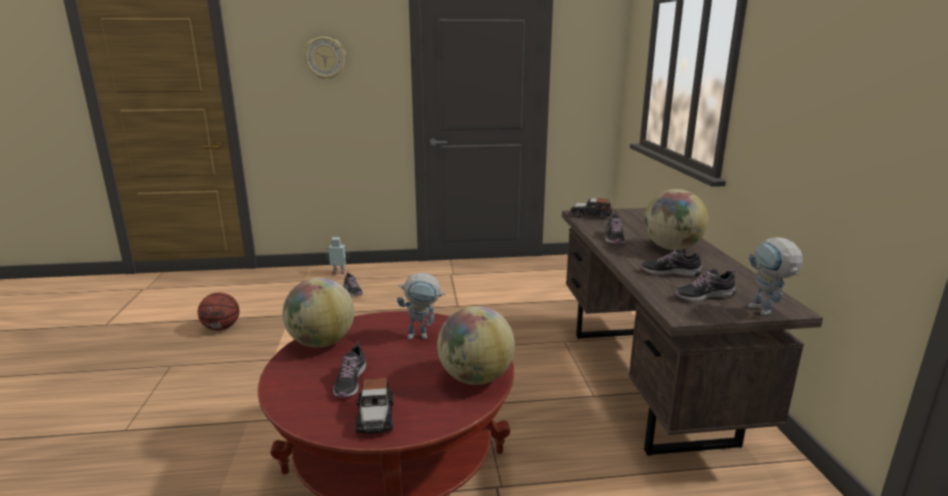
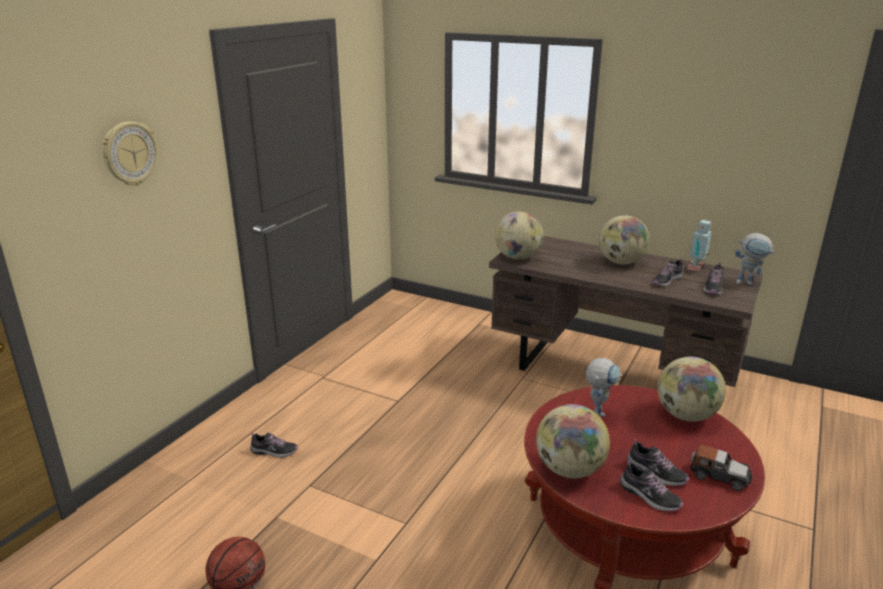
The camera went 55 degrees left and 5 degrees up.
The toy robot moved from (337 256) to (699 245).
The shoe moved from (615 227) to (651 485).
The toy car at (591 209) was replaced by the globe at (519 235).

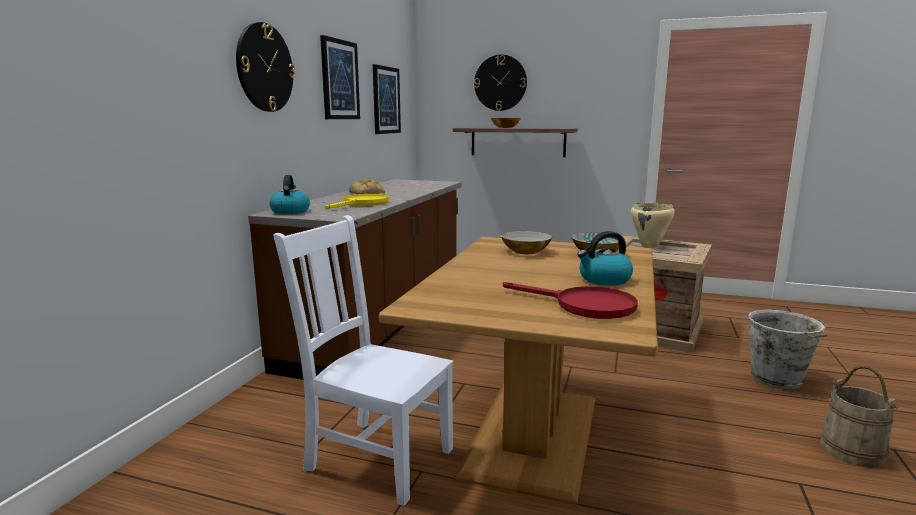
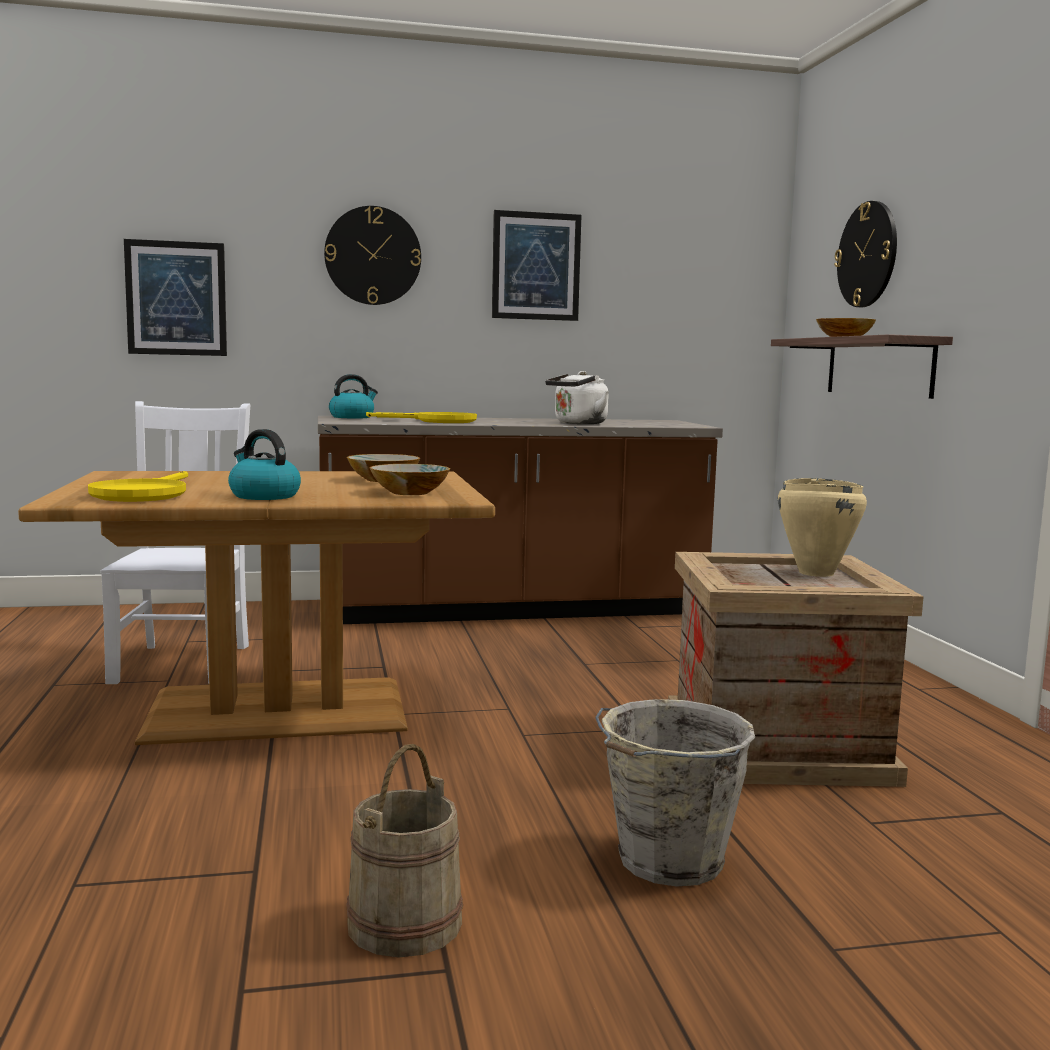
The camera went 60 degrees right and 5 degrees down.
The bread at (367 186) disappeared.
The white kettle at (577 397) appeared.
The picture moved from (387 99) to (175 297).
The red frying pan at (570 300) became the yellow frying pan at (138 486).

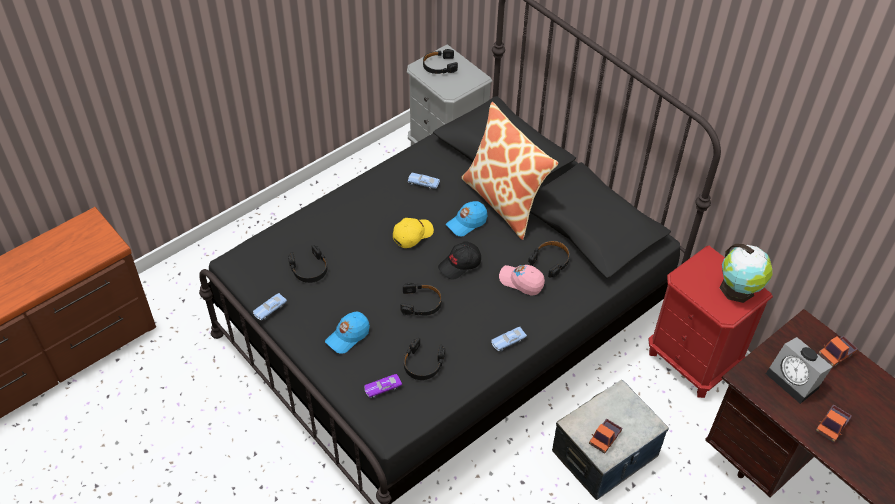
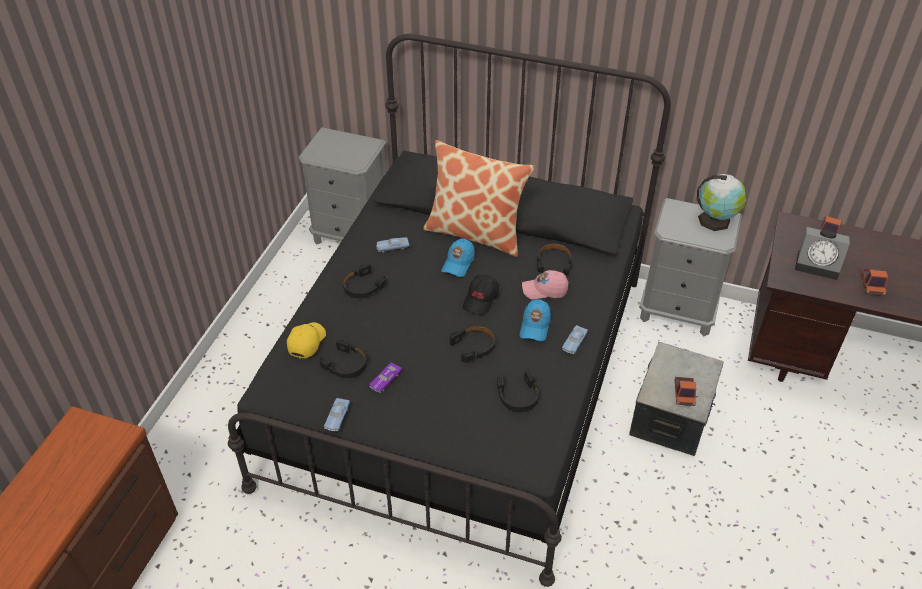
The camera went 30 degrees left and 5 degrees down.
The blue cap moved from (347 332) to (535 320).
The purple toy car moved from (383 386) to (385 377).
The yellow cap moved from (413 233) to (306 340).
The black headphones moved from (440 61) to (364 281).
The red nightstand at (710 322) became the grey nightstand at (690 267).

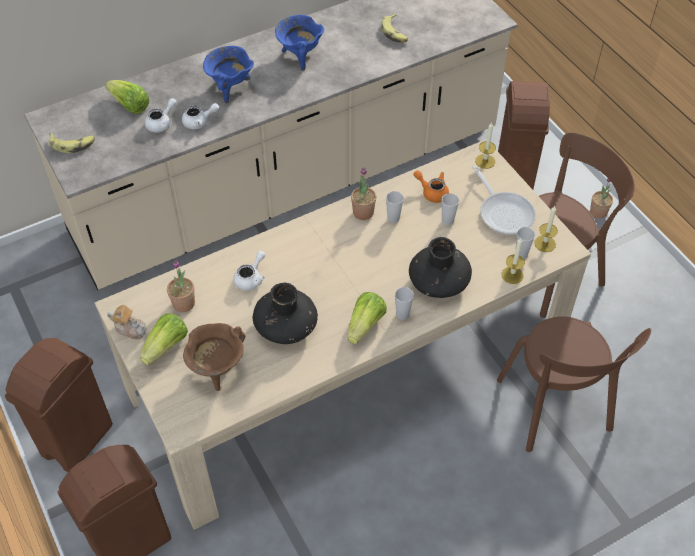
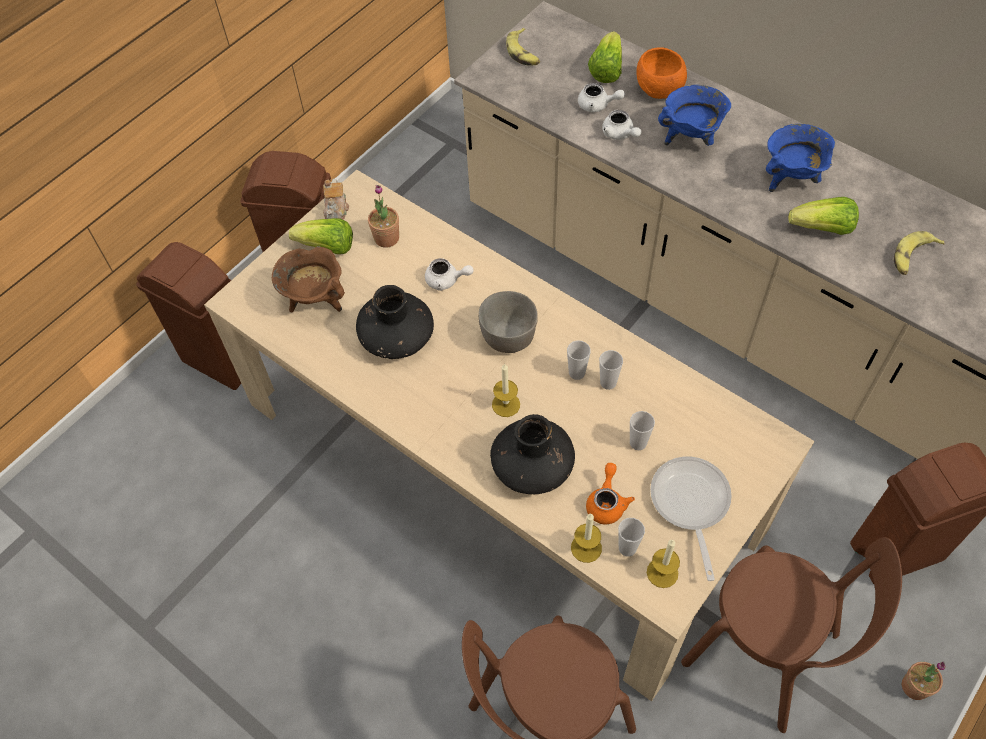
The camera went 70 degrees right and 5 degrees up.
The potted plant at (363 193) disappeared.
The grey bowl at (508 322) appeared.
The orange bowl at (661 73) appeared.
The lettuce moved from (367 318) to (823 216).
The cup moved from (404 303) to (579 360).
The orange teapot moved from (431 186) to (610 493).
The candle moved from (485 145) to (506 390).
The frying pan at (504 200) turned 135 degrees clockwise.

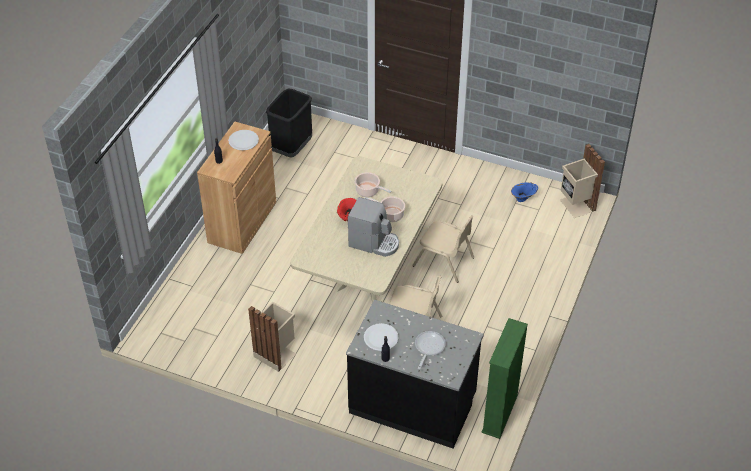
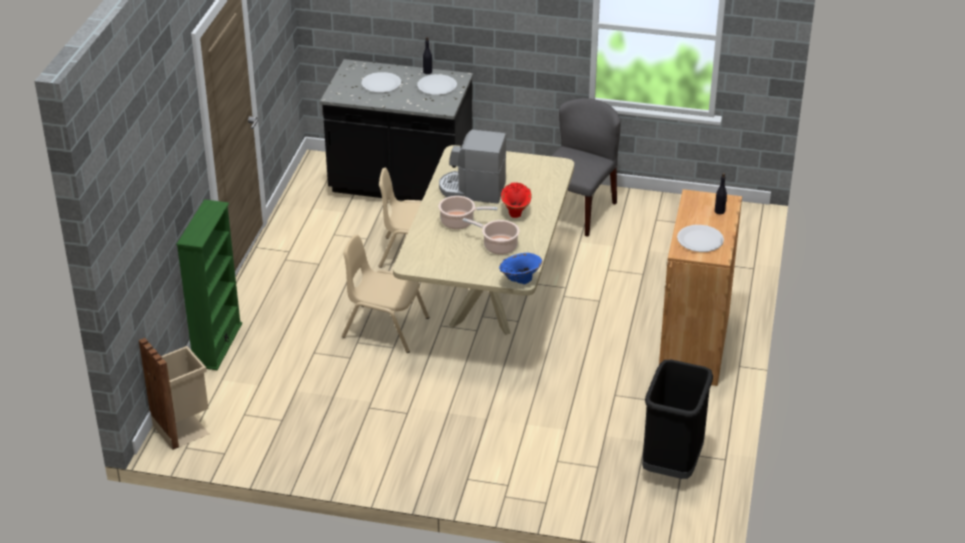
The camera went 170 degrees right and 10 degrees down.
The green bookcase moved from (504 378) to (209 284).
The blue vase moved from (524 192) to (520 268).
The beige trash can at (272 337) was replaced by the grey chair at (586 167).
The frying pan at (430 350) was replaced by the white plate at (381 82).

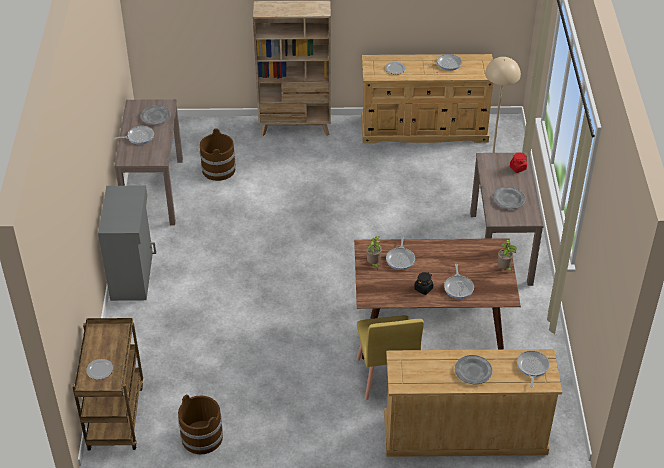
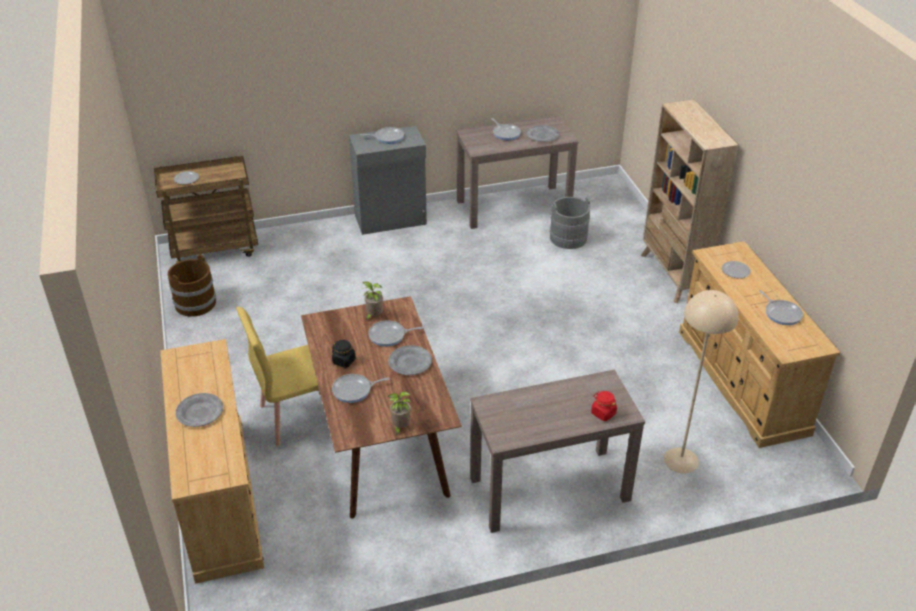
The camera went 75 degrees right and 5 degrees down.
The grey plate moved from (509 198) to (410 360).
The frying pan moved from (533 369) to (382 135).
The brown bucket at (218 154) became the grey bucket at (570 223).

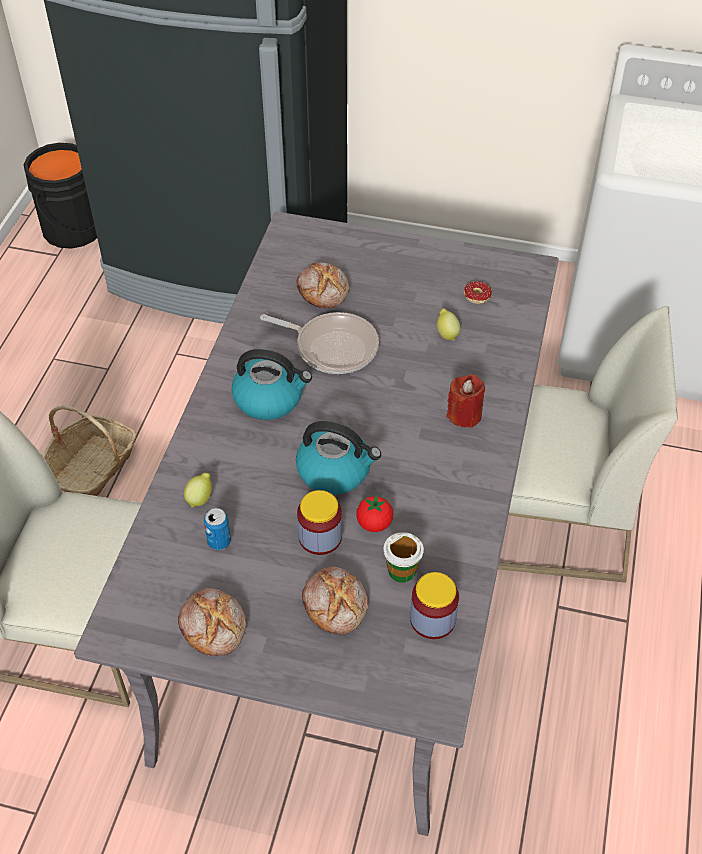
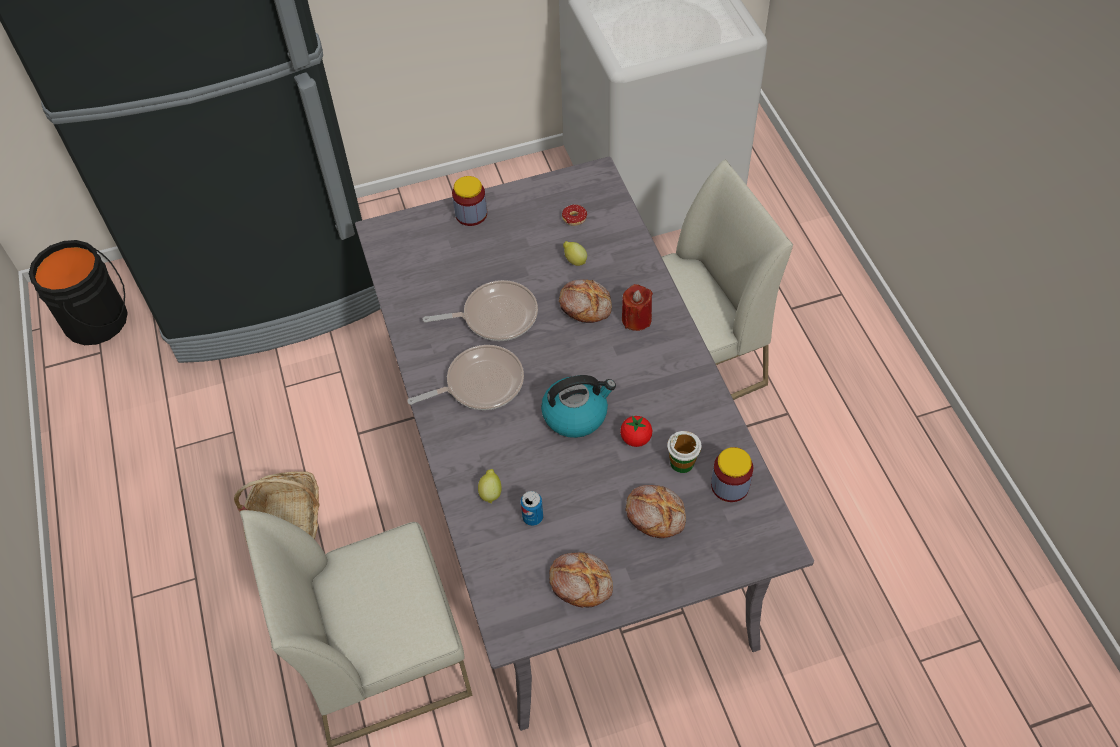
The camera went 30 degrees left and 5 degrees up.
The bread moved from (322 285) to (585 301).
The jar moved from (319 522) to (469 201).
The kettle at (271 384) was replaced by the frying pan at (465 377).

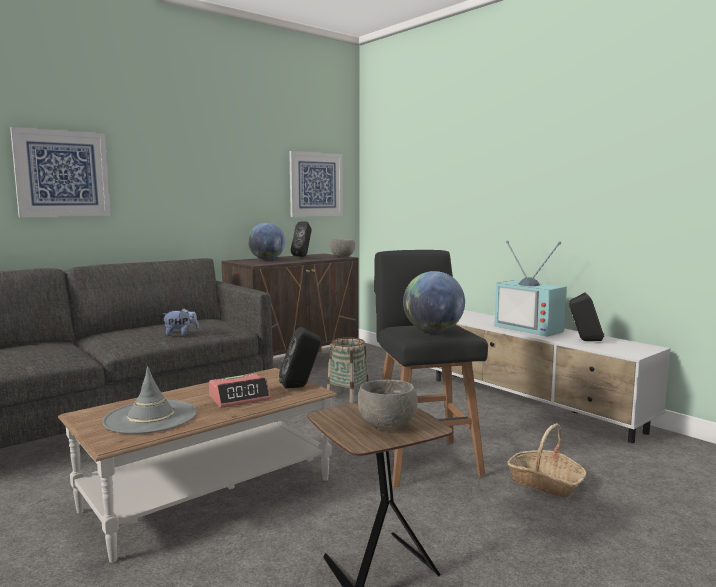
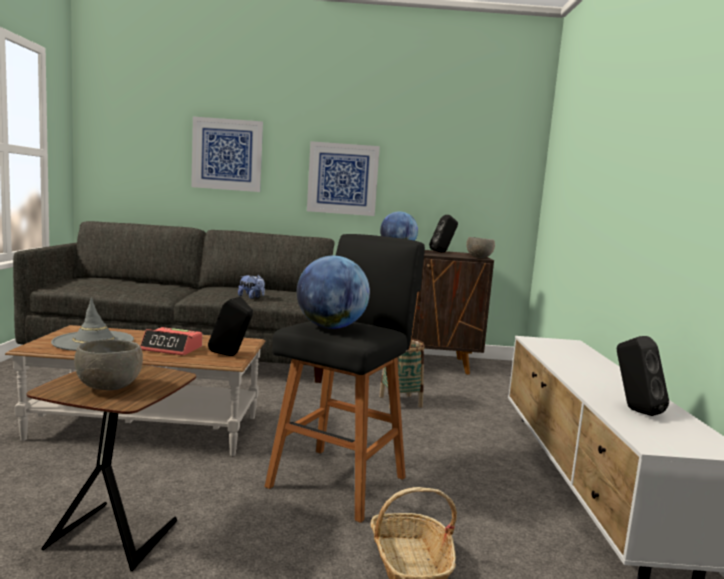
The camera went 40 degrees right and 0 degrees up.
The television at (530 289) disappeared.
The picture moved from (316 184) to (343 178).

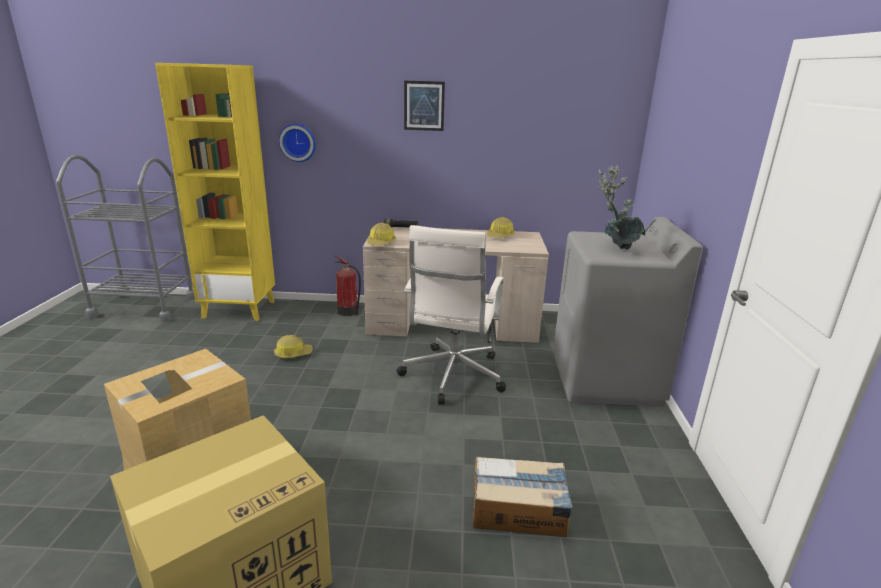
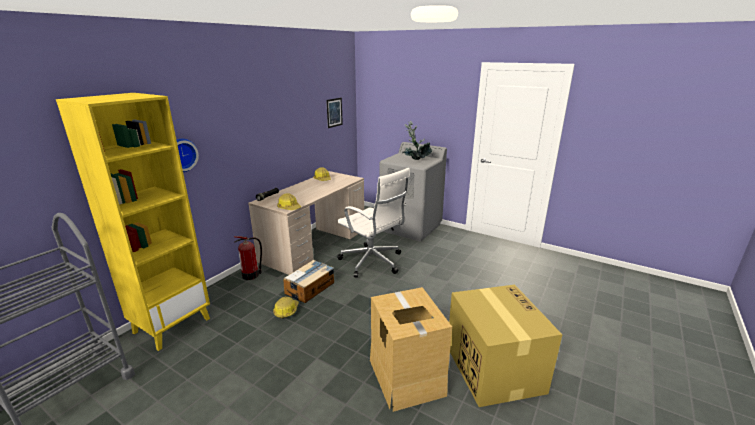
The camera went 60 degrees left and 0 degrees up.
The picture moved from (424 105) to (334 113).
The cardboard box moved from (522 497) to (308 281).

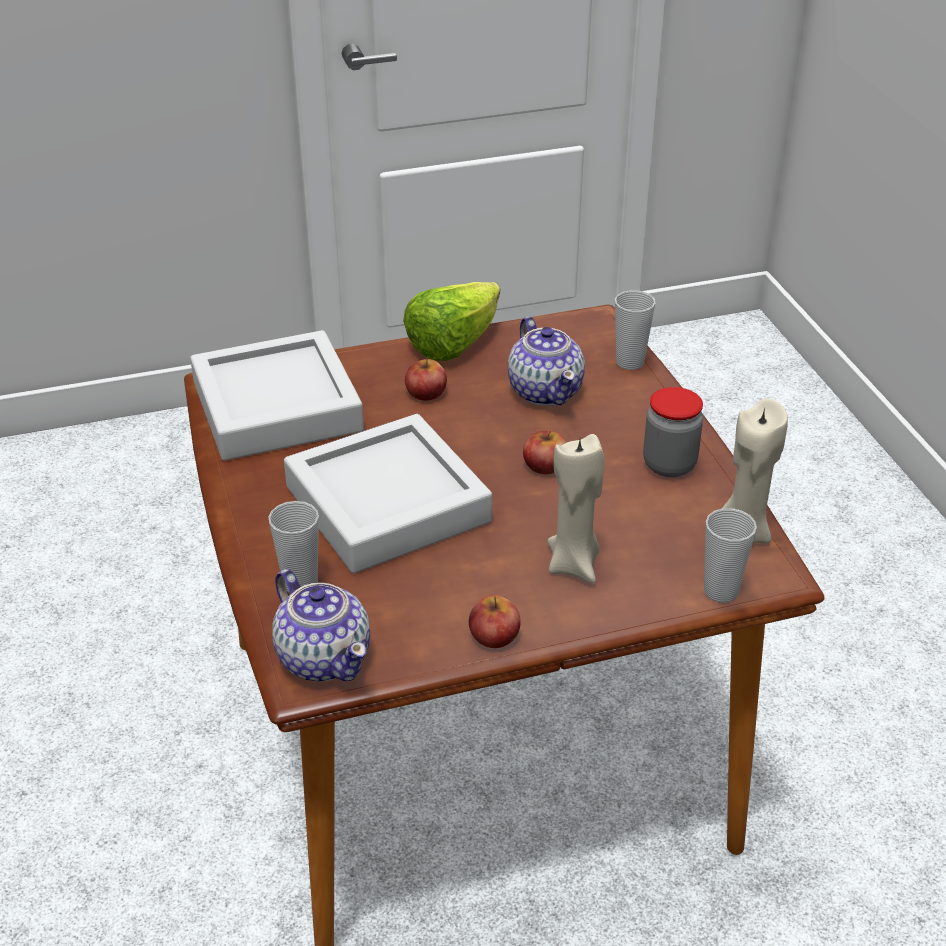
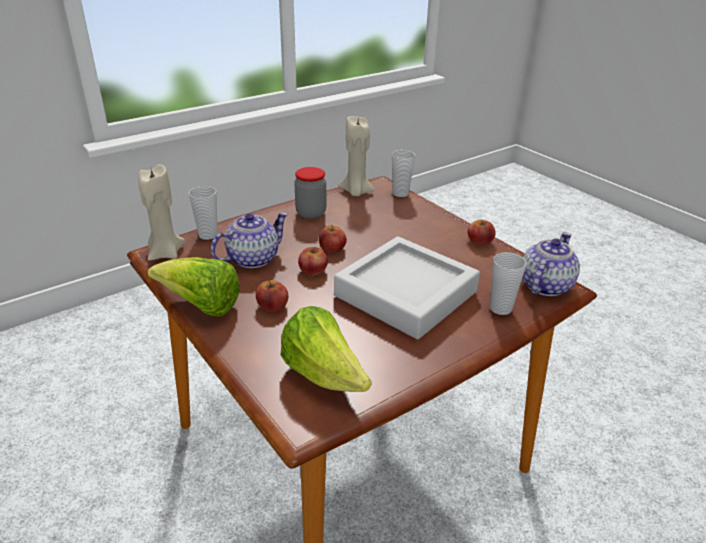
The camera went 110 degrees left and 5 degrees down.
The apple at (313 261) appeared.
The beige candle moved from (576 508) to (161 212).
The grey tray at (277 395) was replaced by the lettuce at (326 349).

